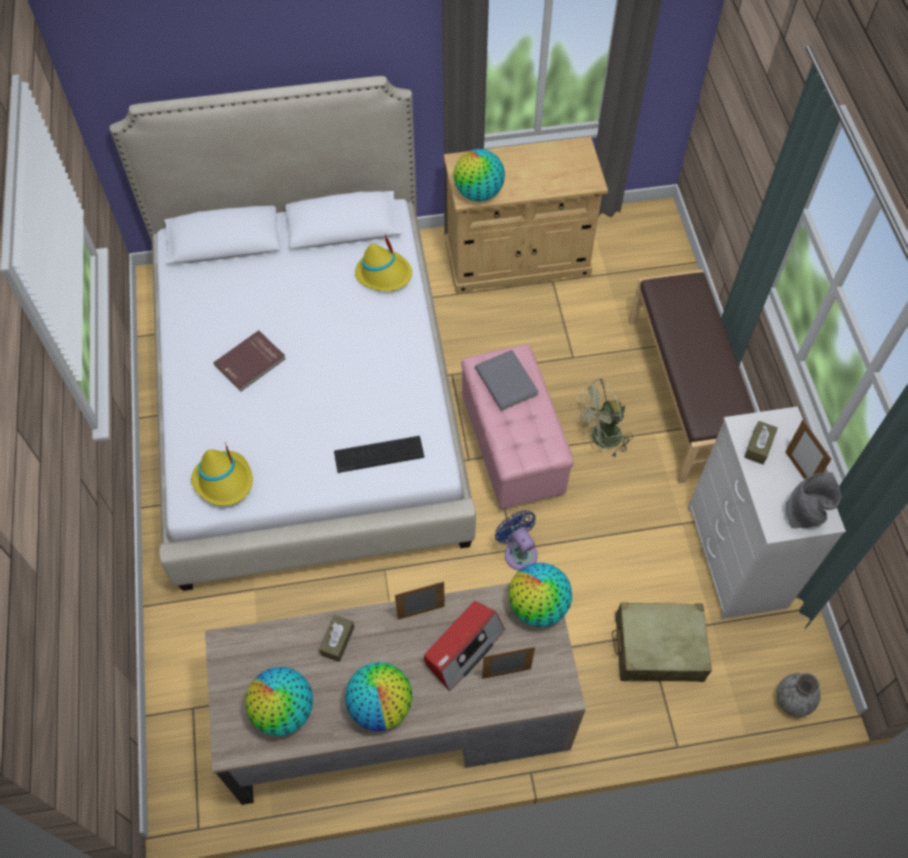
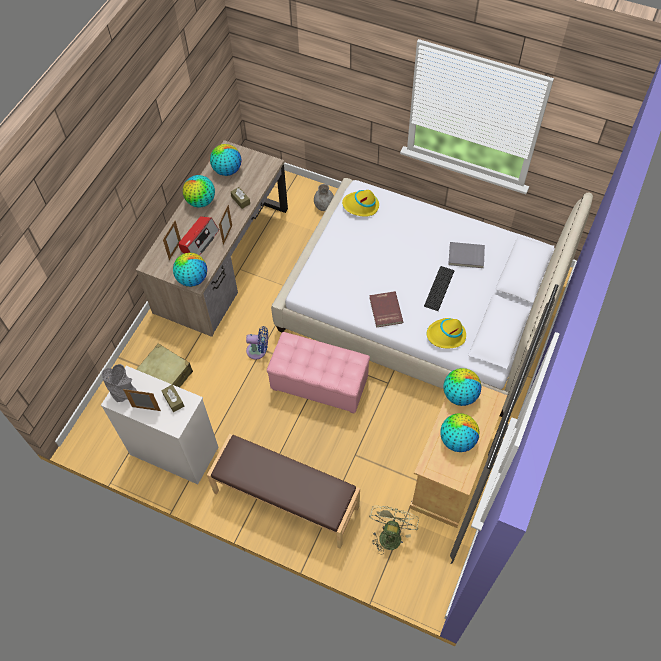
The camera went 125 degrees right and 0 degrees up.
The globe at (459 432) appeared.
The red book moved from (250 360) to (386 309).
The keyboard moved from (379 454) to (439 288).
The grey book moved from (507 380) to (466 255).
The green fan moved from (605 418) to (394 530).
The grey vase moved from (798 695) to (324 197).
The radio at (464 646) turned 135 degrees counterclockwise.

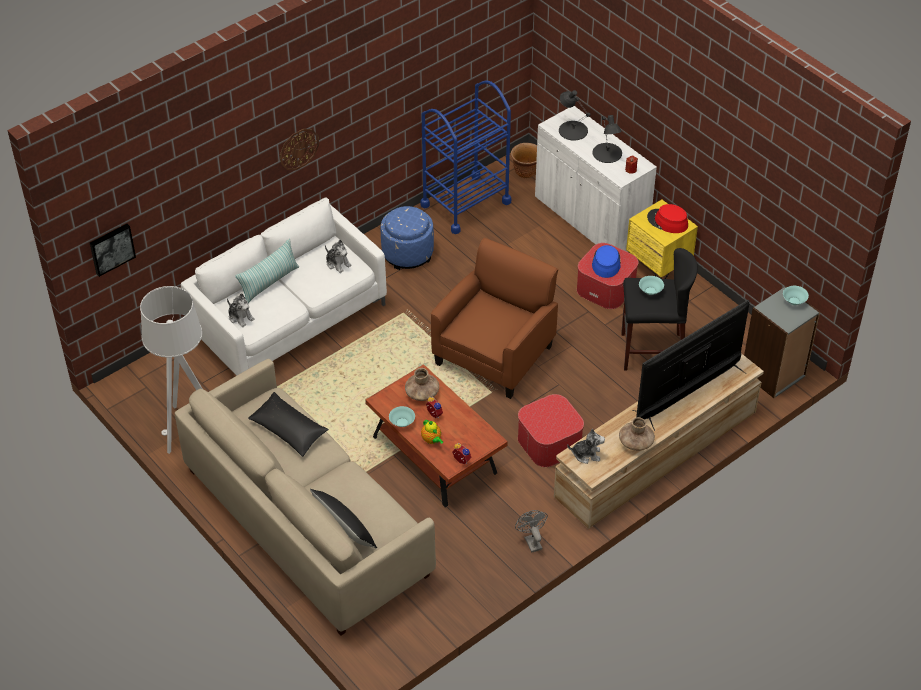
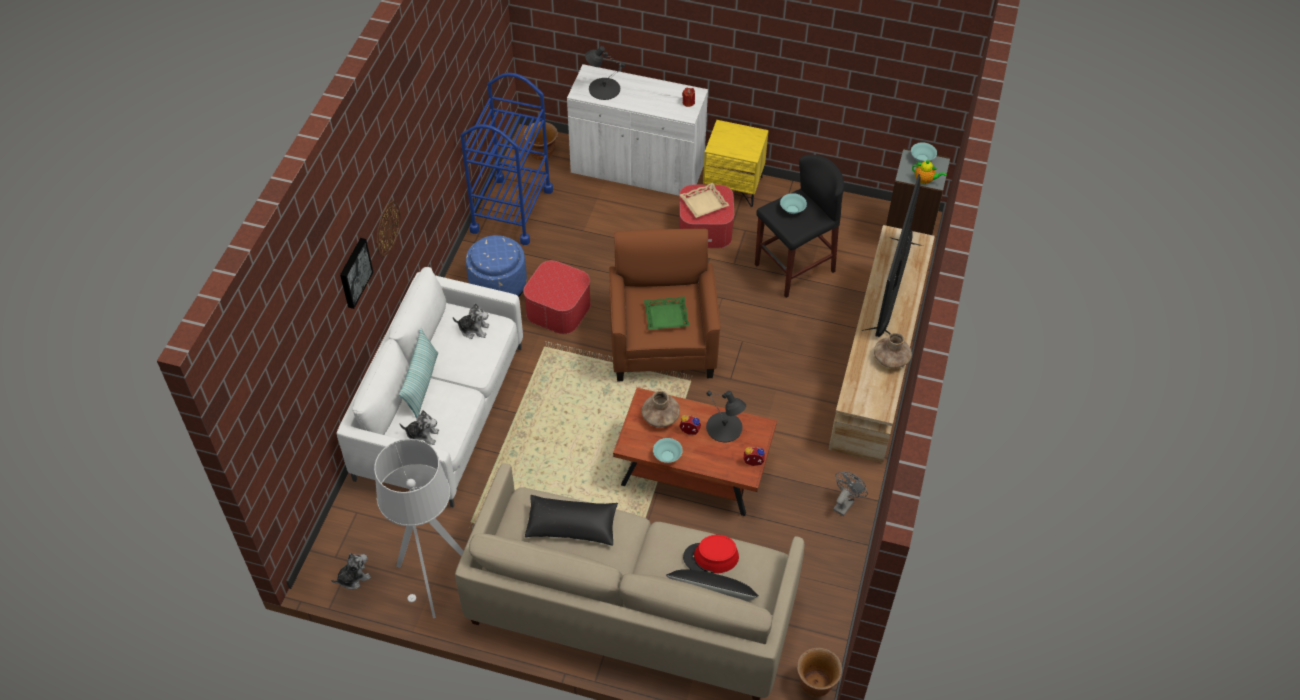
The camera went 35 degrees left and 5 degrees up.
The green tray at (667 313) appeared.
The brown planter at (819 672) appeared.
The picture moved from (113 250) to (356 273).
The teapot moved from (432 431) to (929 172).
The ottoman moved from (551 430) to (557 297).
The plush toy moved from (586 446) to (351 571).
The black table lamp moved from (607 139) to (726 416).
The red hat moved from (667 218) to (711 554).
The blue hat at (606 261) was replaced by the beige tray at (704 200).
The grey fan at (531 531) turned 90 degrees clockwise.

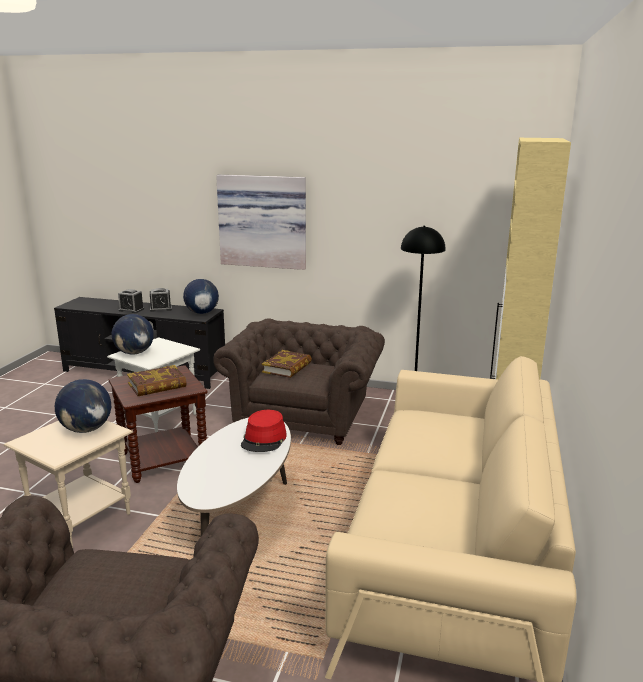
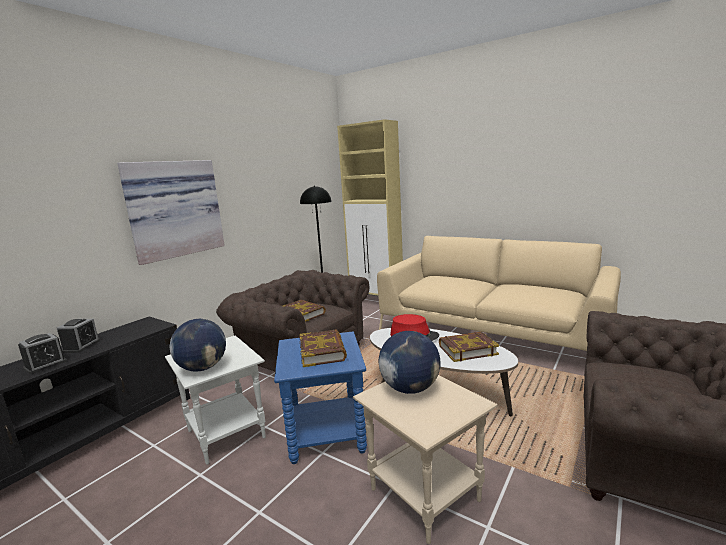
The camera went 70 degrees left and 5 degrees down.
The globe at (201 296) disappeared.
The book at (469 347) appeared.
The brown side table at (158 424) became the blue side table at (320 397).

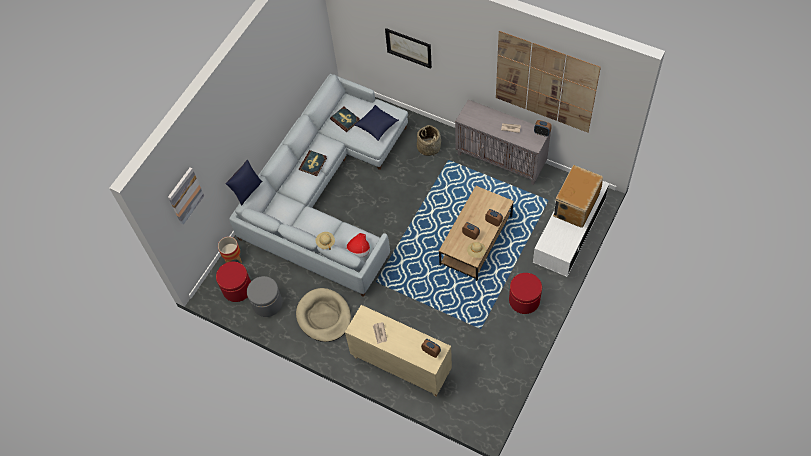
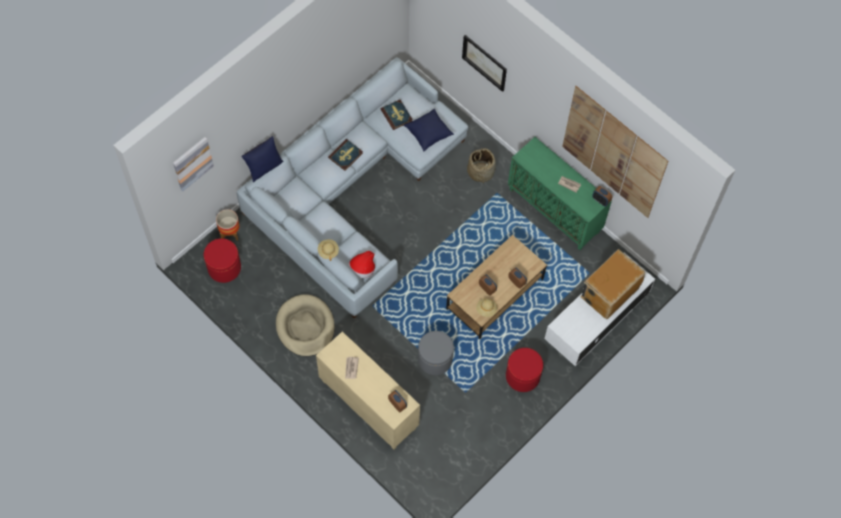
The camera went 10 degrees right and 5 degrees up.
The grey ottoman moved from (265 296) to (436 353).
The grey cabinet at (503 142) became the green cabinet at (560 193).

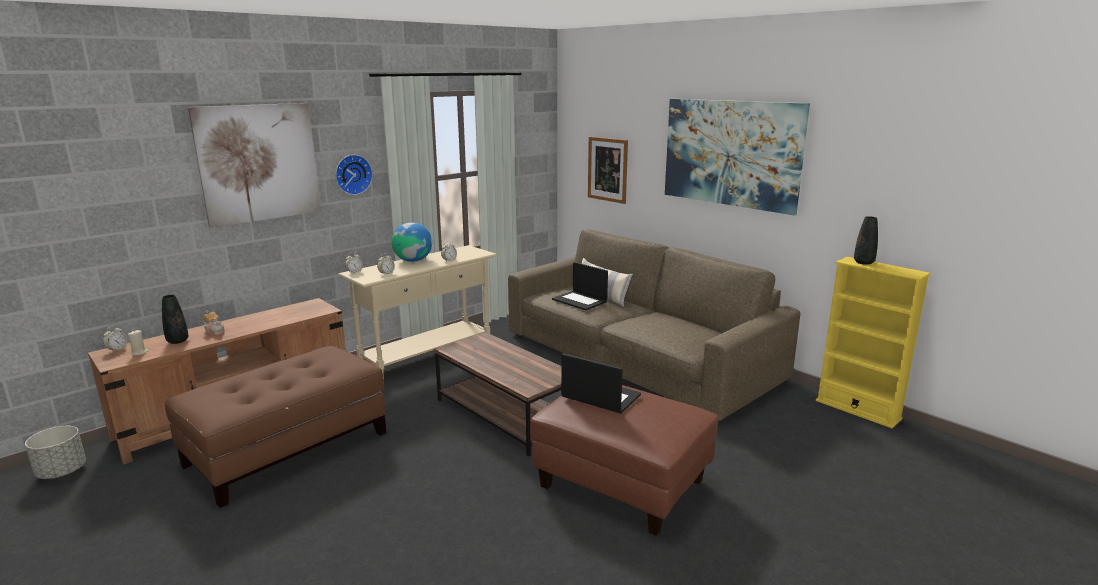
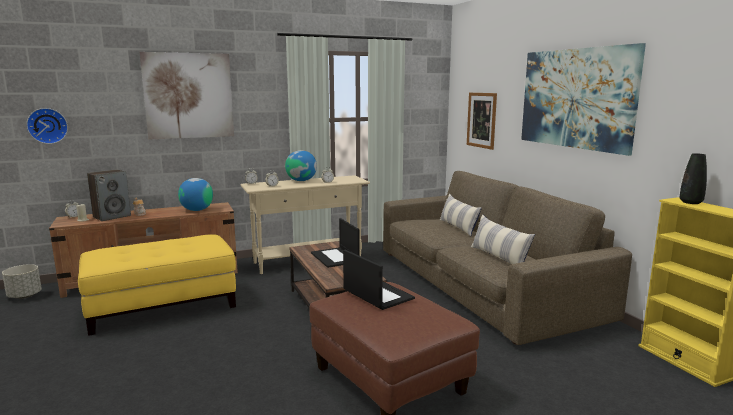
The camera went 20 degrees right and 5 degrees down.
The globe at (195 194) appeared.
The pillow at (503 239) appeared.
The wall clock moved from (354 175) to (47 126).
The laptop moved from (580 286) to (335 243).
The black vase at (175 319) was replaced by the speaker at (109 195).
The brown ottoman at (275 426) became the yellow ottoman at (157 285).

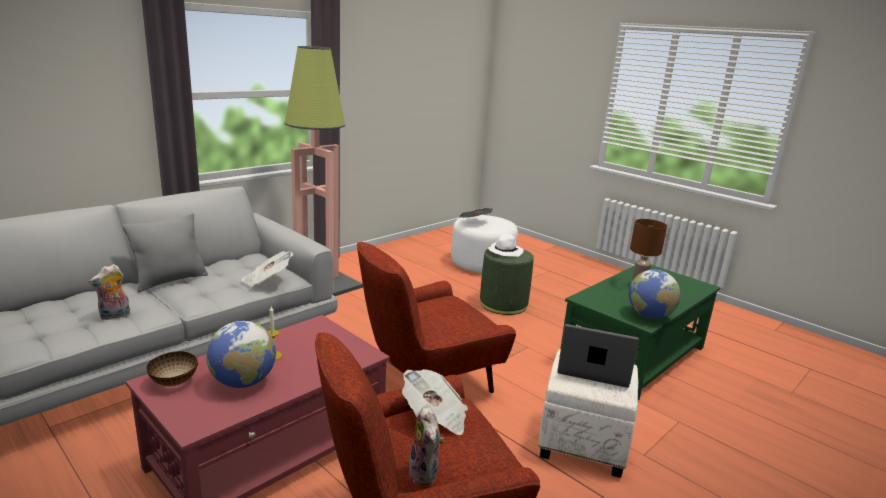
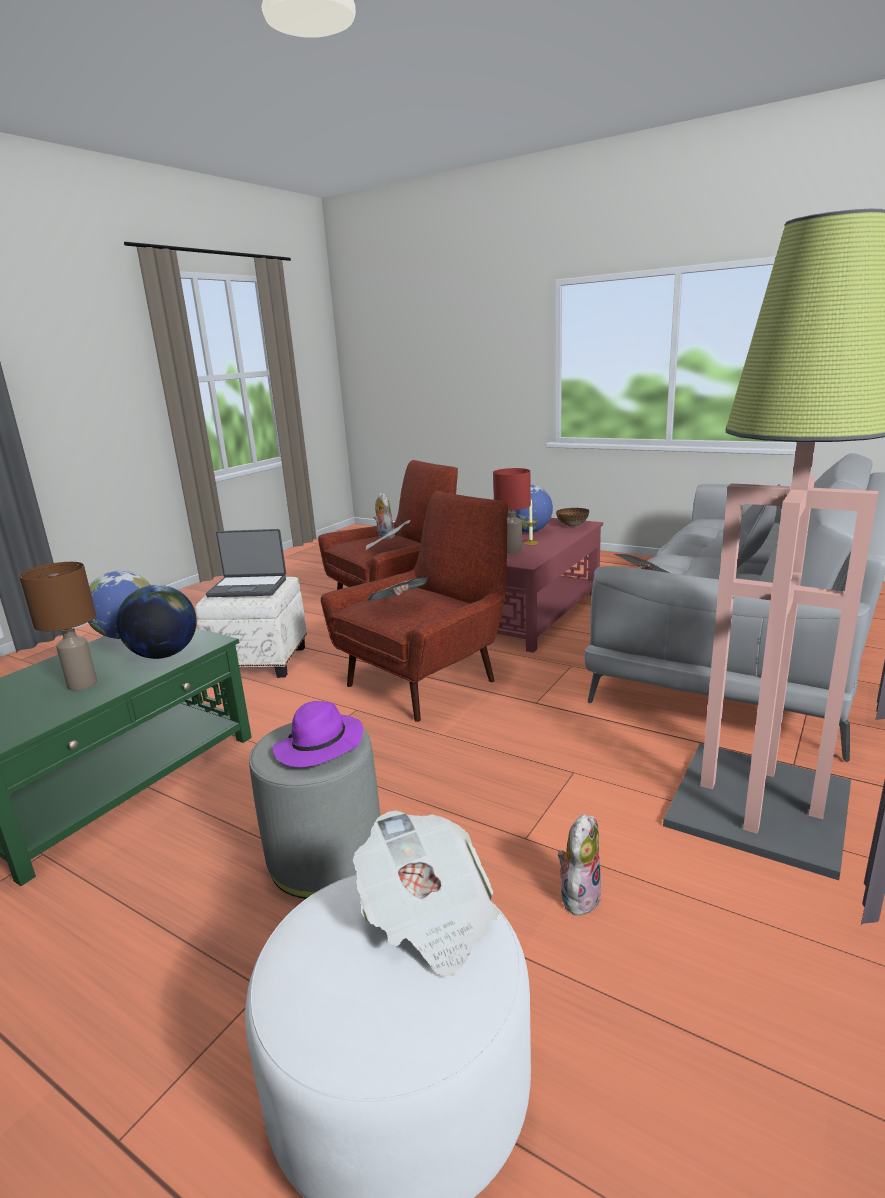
The camera went 170 degrees right and 0 degrees up.
The globe at (156 622) appeared.
The newspaper at (397 589) appeared.
The red table lamp at (512 510) appeared.
The plush toy moved from (109 292) to (580 865).
The green ottoman at (507 282) became the grey ottoman at (314 811).
The white hat at (506 245) became the purple hat at (318 734).

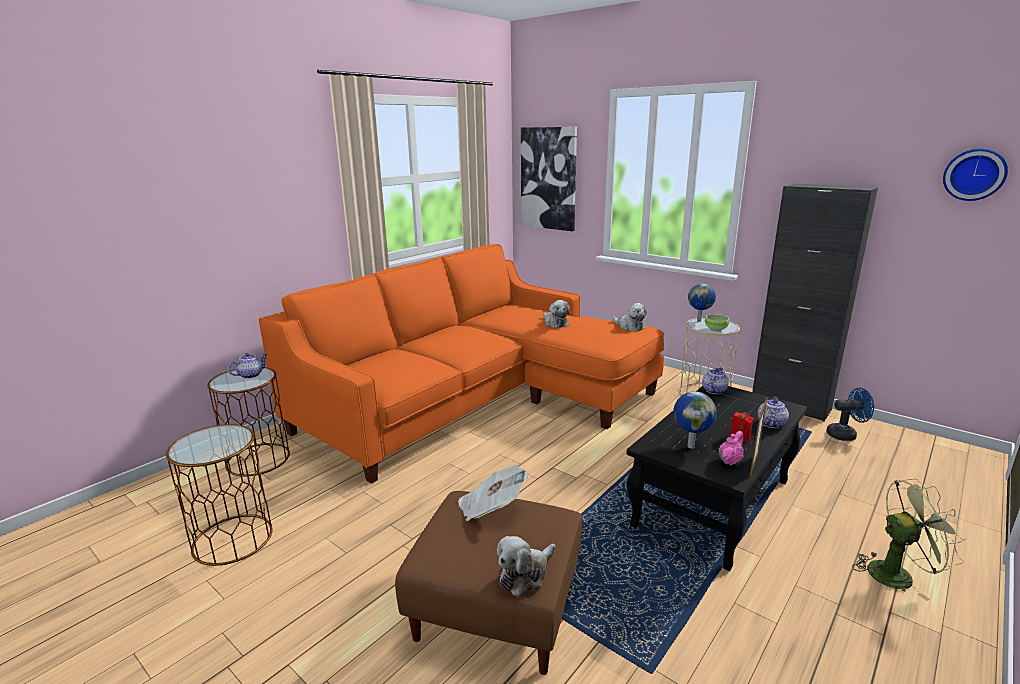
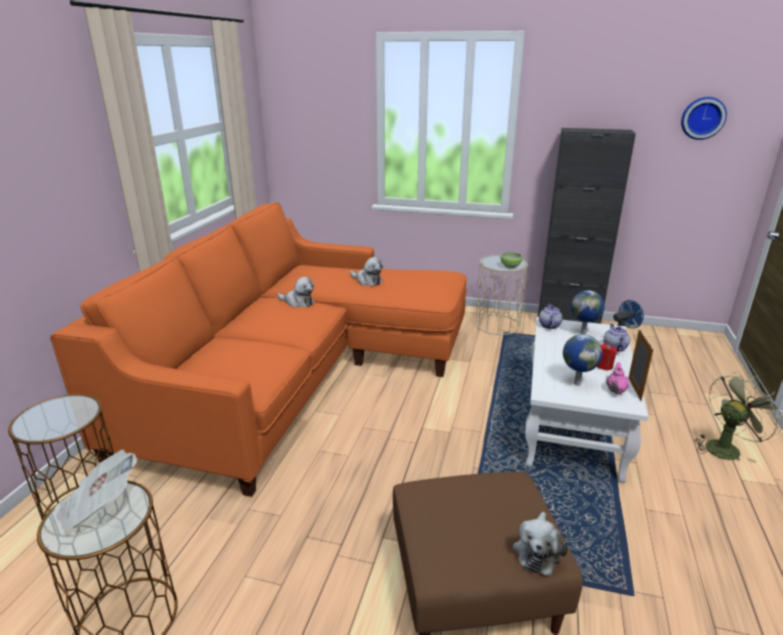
The camera went 25 degrees left and 5 degrees up.
The teapot at (247 366) disappeared.
The picture at (549 179) disappeared.
The newspaper moved from (493 493) to (95 491).
The plush toy moved from (629 317) to (296 292).
The globe moved from (702 303) to (588 312).
The black coffee table at (716 478) became the white coffee table at (587 400).

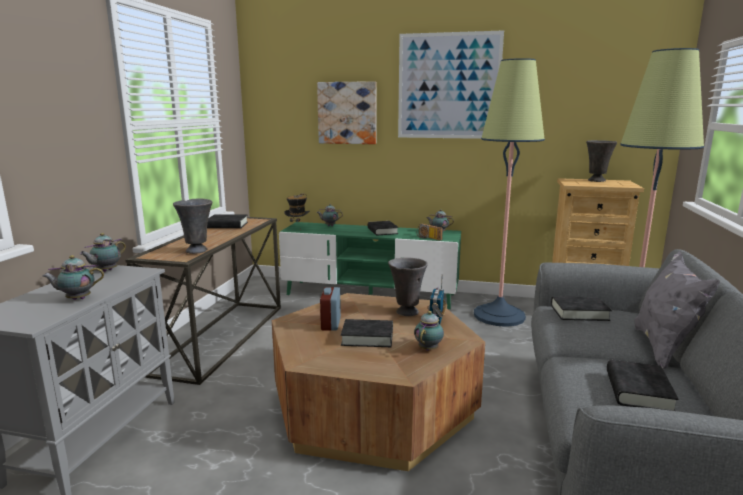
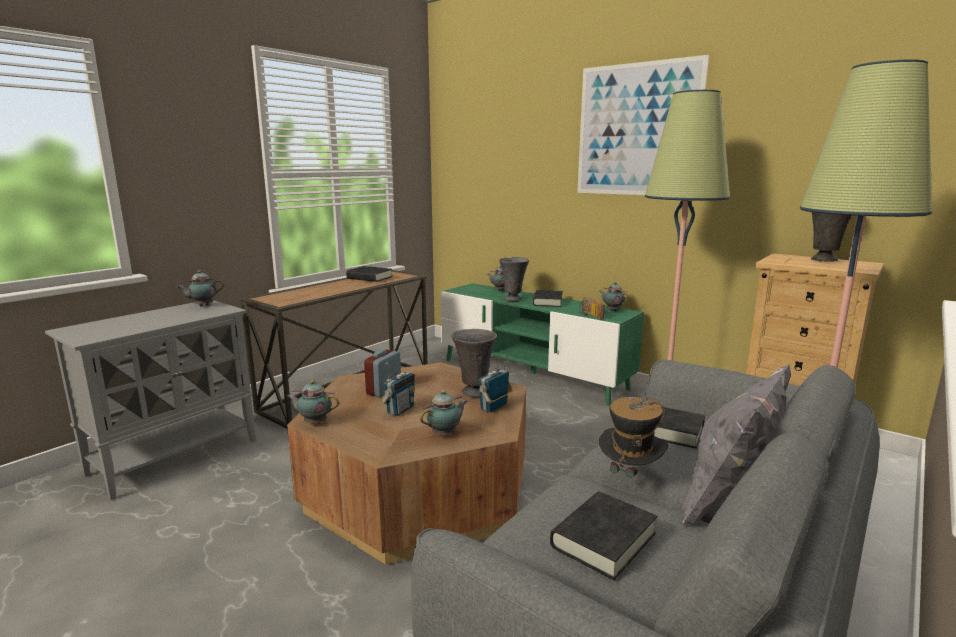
The camera went 25 degrees right and 0 degrees up.
The picture at (347 112) disappeared.
The teapot moved from (73 277) to (313 402).
The grey vase moved from (193 226) to (514 279).
The hat moved from (297 211) to (634 447).
The black book at (367 333) was replaced by the radio at (398 389).

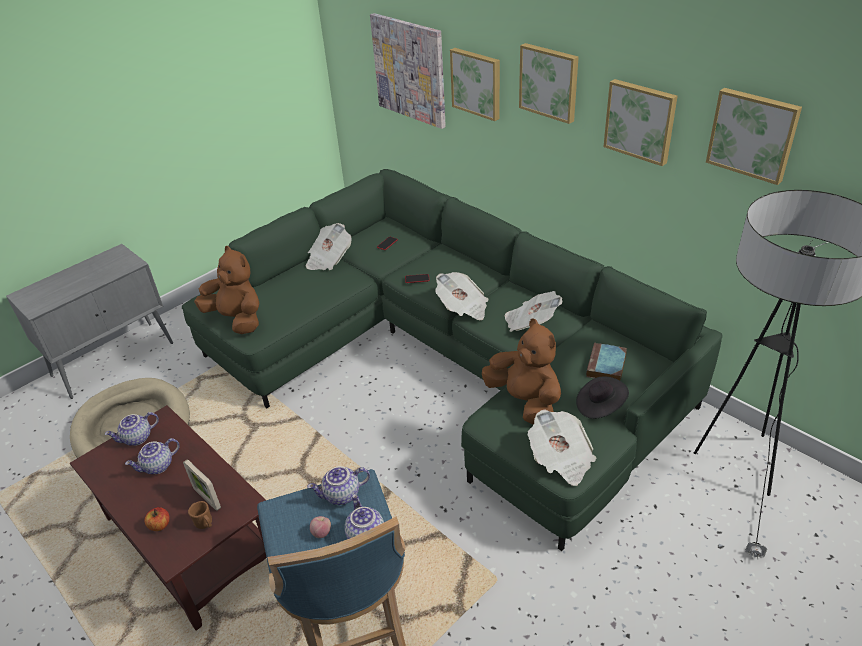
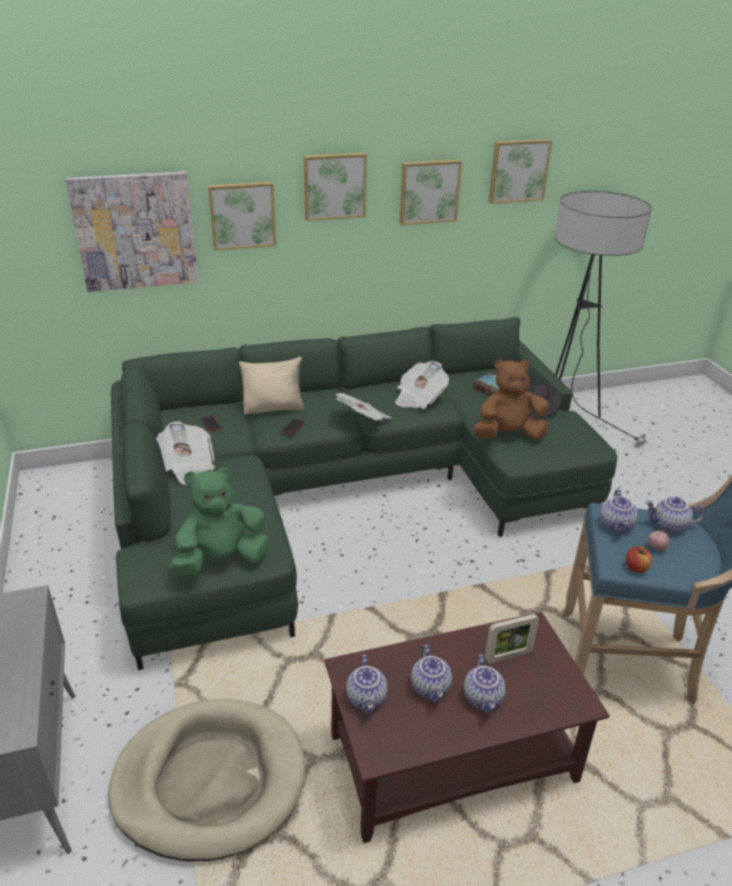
The camera went 65 degrees left and 5 degrees down.
The brown mug at (200 515) disappeared.
The newspaper at (562 447) disappeared.
The beige pillow at (271 385) appeared.
The teapot at (485 684) appeared.
The apple moved from (157 519) to (639 559).
The brown plush toy at (226 290) became the green plush toy at (220 521).

